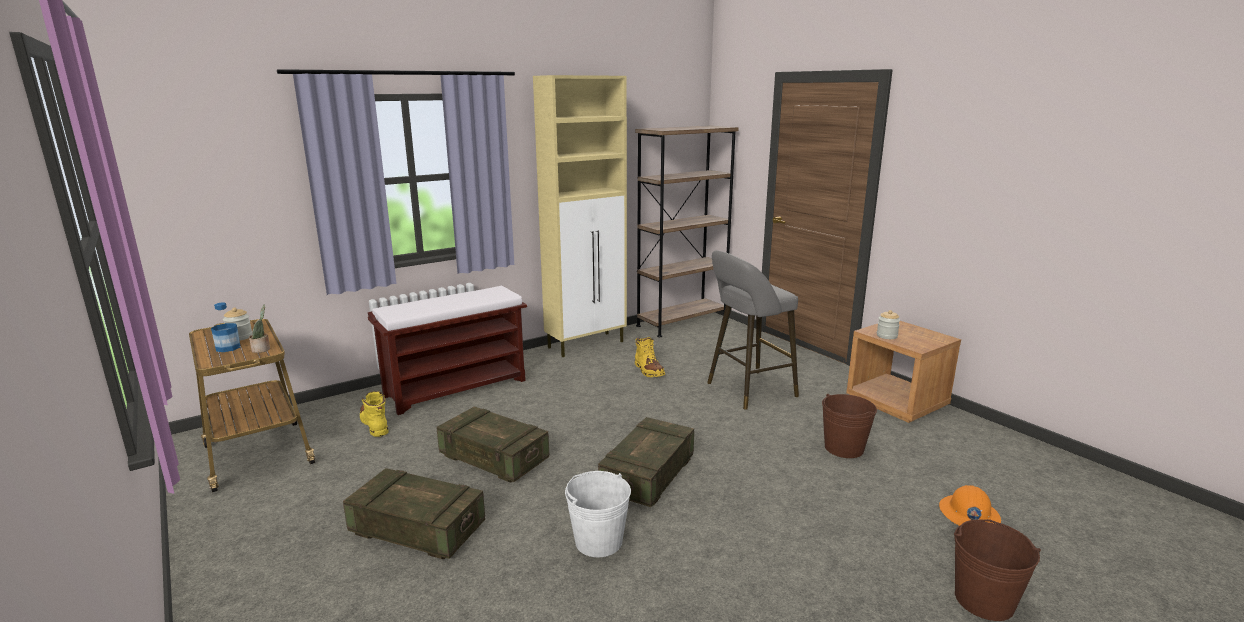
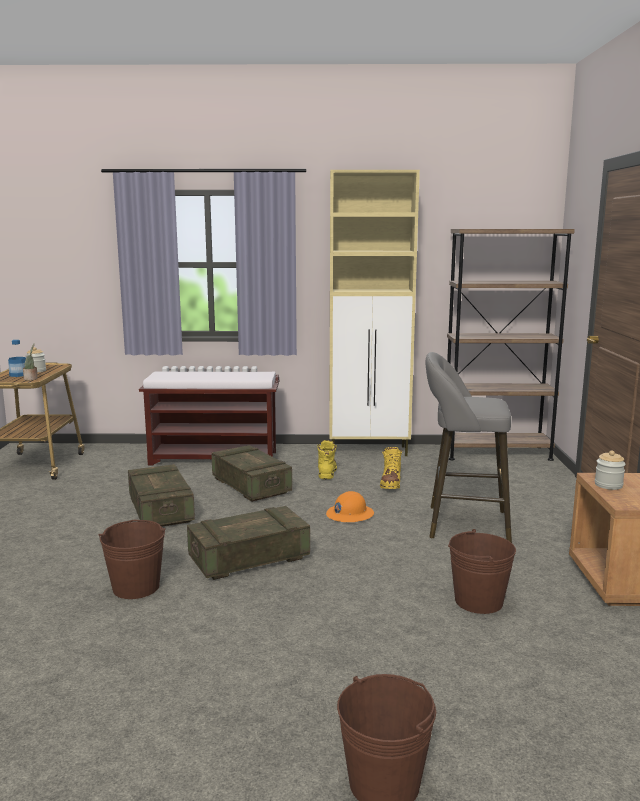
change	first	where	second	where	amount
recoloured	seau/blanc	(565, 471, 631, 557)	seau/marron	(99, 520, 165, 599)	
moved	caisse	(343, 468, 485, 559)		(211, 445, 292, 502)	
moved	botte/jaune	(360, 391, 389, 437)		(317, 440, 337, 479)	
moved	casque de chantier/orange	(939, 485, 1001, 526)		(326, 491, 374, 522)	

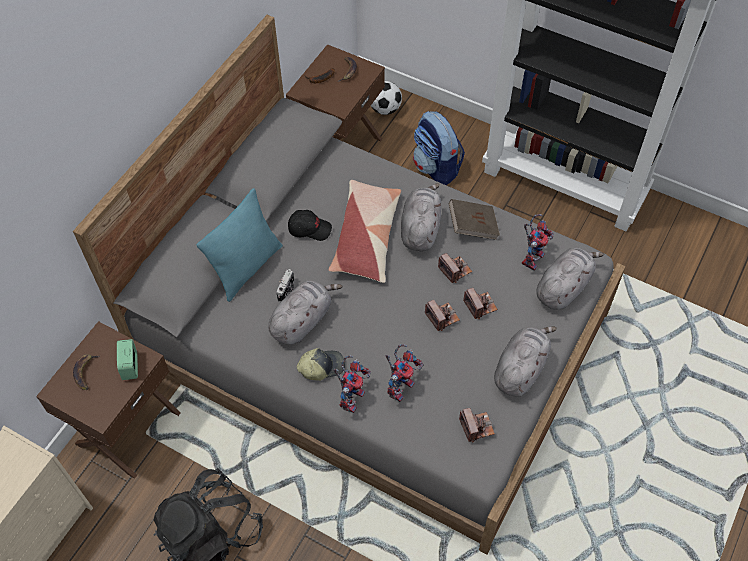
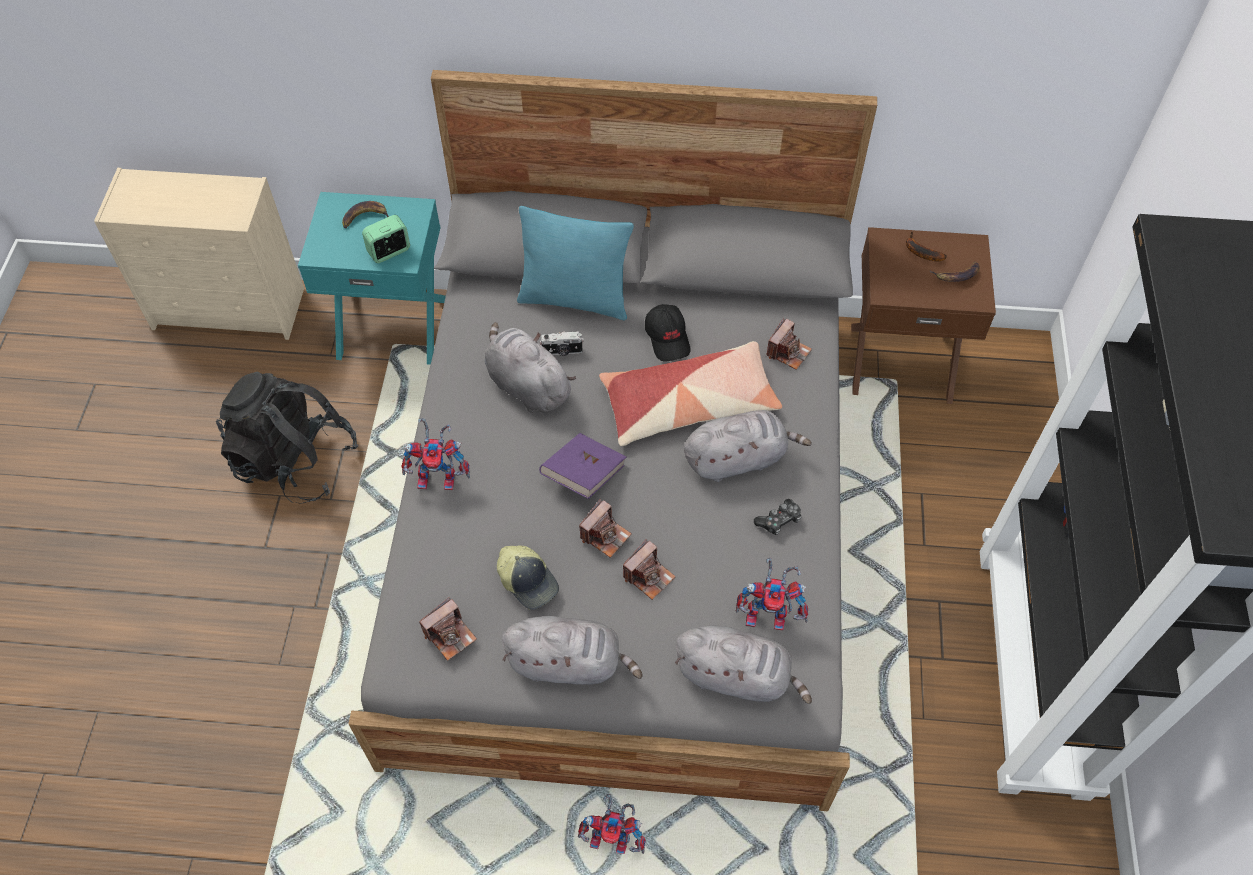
change	first	where	second	where	amount
recoloured	table de chevet/marron	(36, 321, 181, 479)	table de chevet/turquoise	(298, 192, 446, 365)	
turned	peluche/gris	(268, 281, 343, 345)		(485, 322, 576, 413)	150 degrees counterclockwise
moved	casquette	(297, 348, 345, 381)		(497, 545, 559, 610)	
added			livre/violet	(539, 433, 626, 499)	
moved	robot jouet	(386, 344, 424, 402)		(578, 794, 646, 854)	
replaced	livre/marron	(449, 199, 500, 240)	manette	(754, 499, 801, 535)	
moved	appareil photo	(438, 253, 472, 283)		(766, 318, 812, 370)	
removed	ballon de foot	(371, 81, 402, 115)			
removed	sac à dos	(413, 111, 465, 185)			

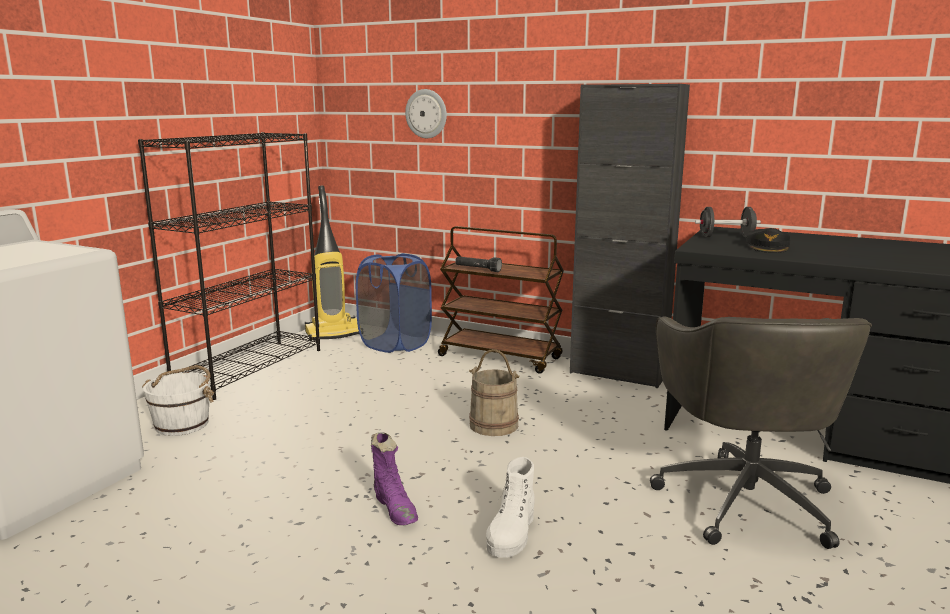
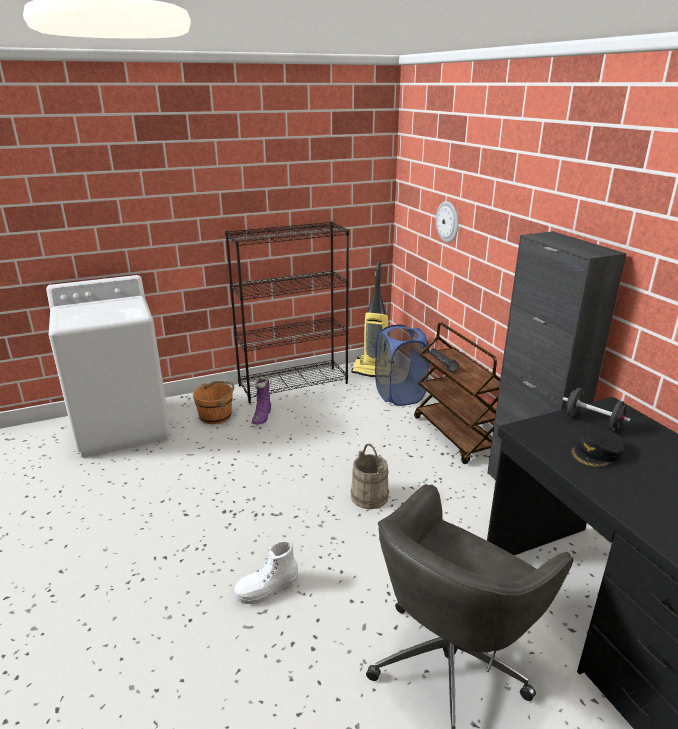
change	first	where	second	where	amount
recoloured	seau/blanc	(142, 365, 214, 436)	seau/orange	(193, 381, 234, 424)	
moved	botte/violet	(371, 432, 418, 525)		(252, 378, 271, 425)	

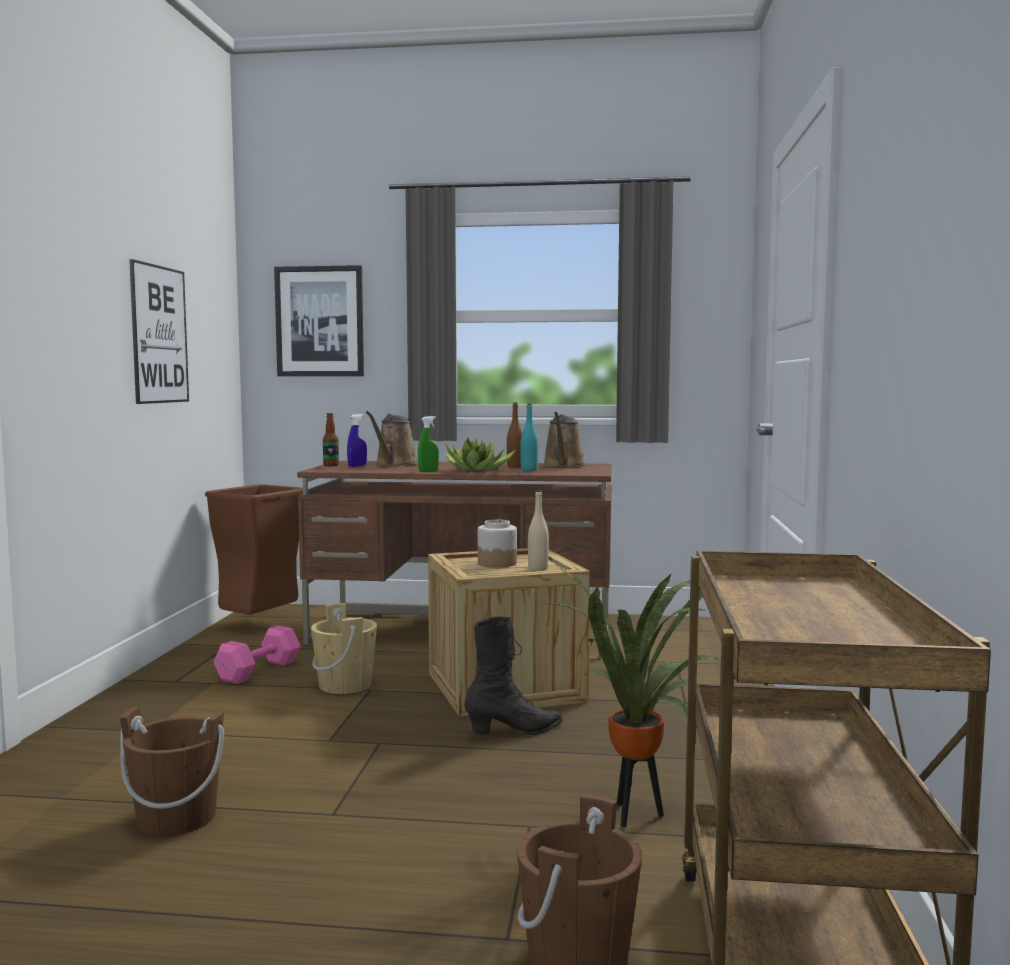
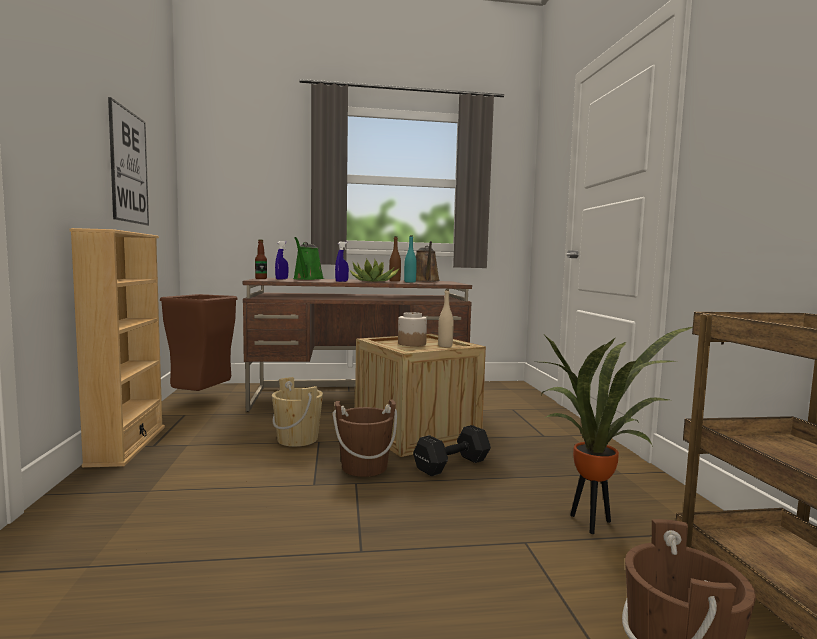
change	first	where	second	where	amount
added			bibliothèque/beige	(70, 228, 165, 468)	
recoloured	arrosoir/marron	(366, 411, 418, 466)	arrosoir/vert	(293, 237, 324, 280)	
moved	seau/marron	(120, 707, 224, 836)		(333, 399, 397, 477)	
recoloured	vaporisateur/vert	(418, 416, 439, 472)	vaporisateur/bleu	(335, 242, 349, 282)	
replaced	botte/noir	(464, 616, 563, 735)	haltère/noir	(413, 425, 491, 476)	
removed	haltère/rose	(214, 626, 301, 684)			
removed	tableau	(274, 265, 364, 376)			

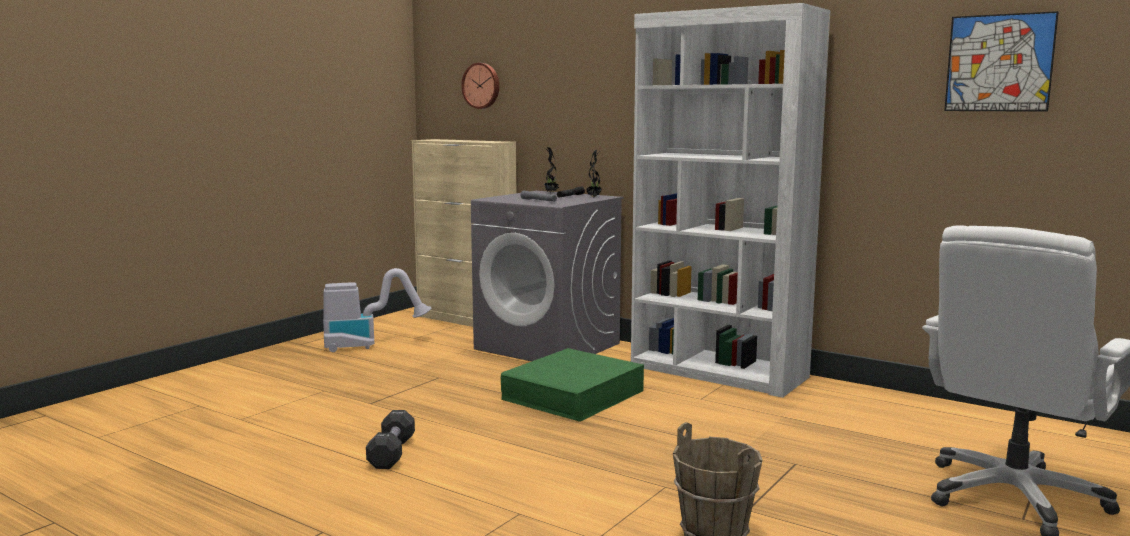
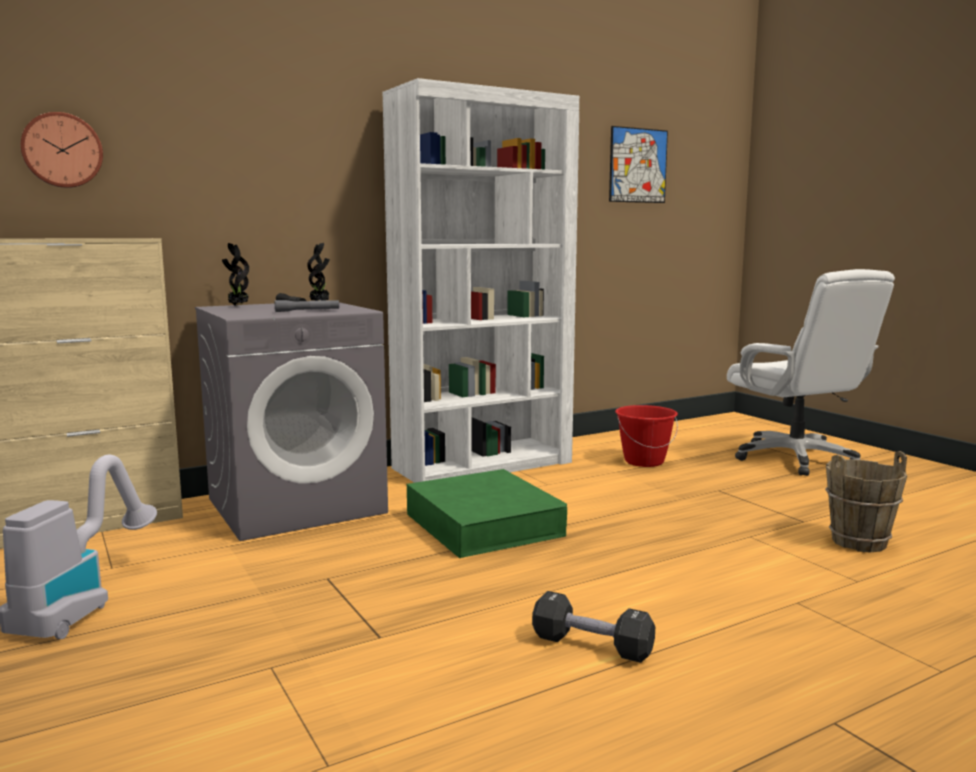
change	first	where	second	where	amount
added			seau/rouge	(615, 405, 678, 467)	

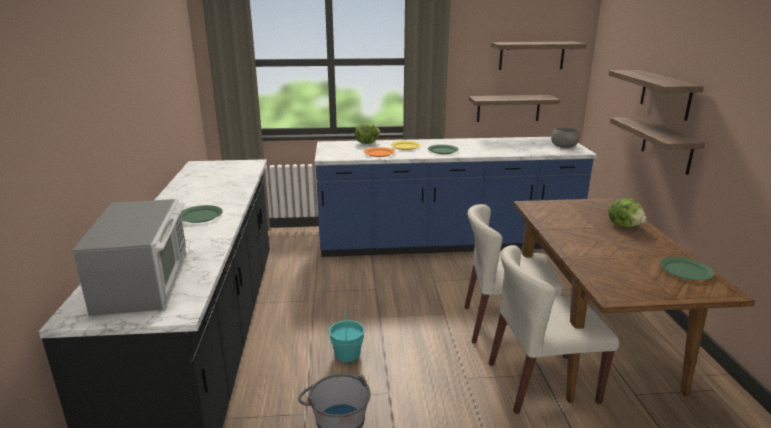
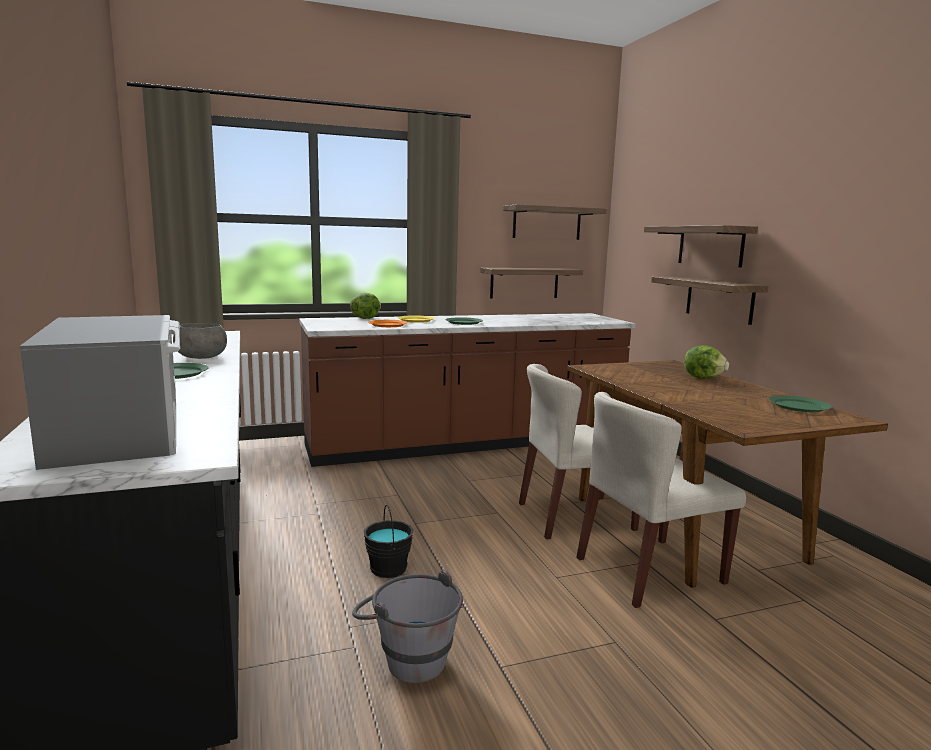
change	first	where	second	where	amount
moved	bol/gris	(551, 128, 580, 148)		(173, 323, 227, 359)	
recoloured	comptoir de cuisine/bleu	(315, 137, 597, 257)	comptoir de cuisine/marron	(299, 313, 636, 467)	
recoloured	seau/turquoise	(329, 311, 365, 362)	seau/noir	(364, 505, 413, 578)	

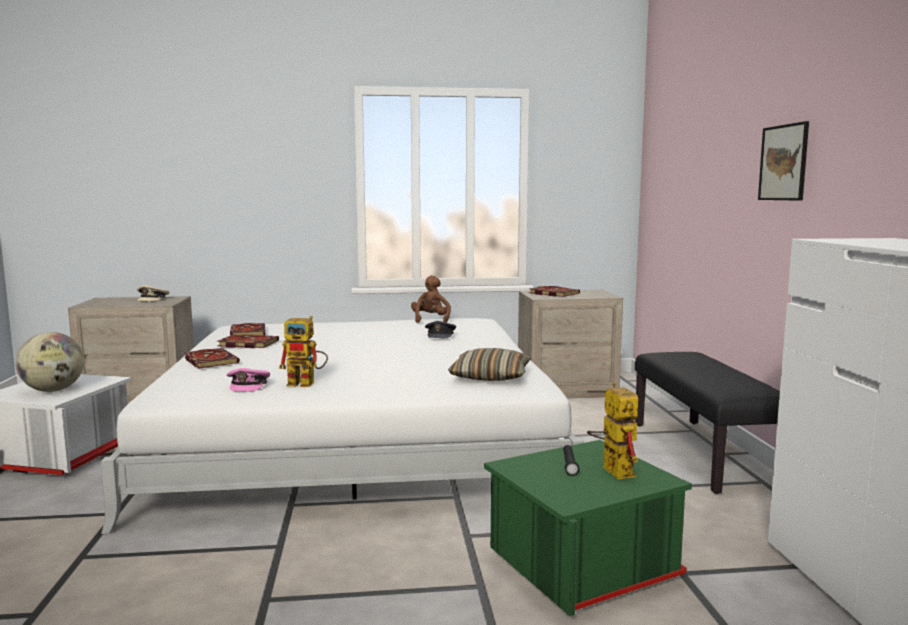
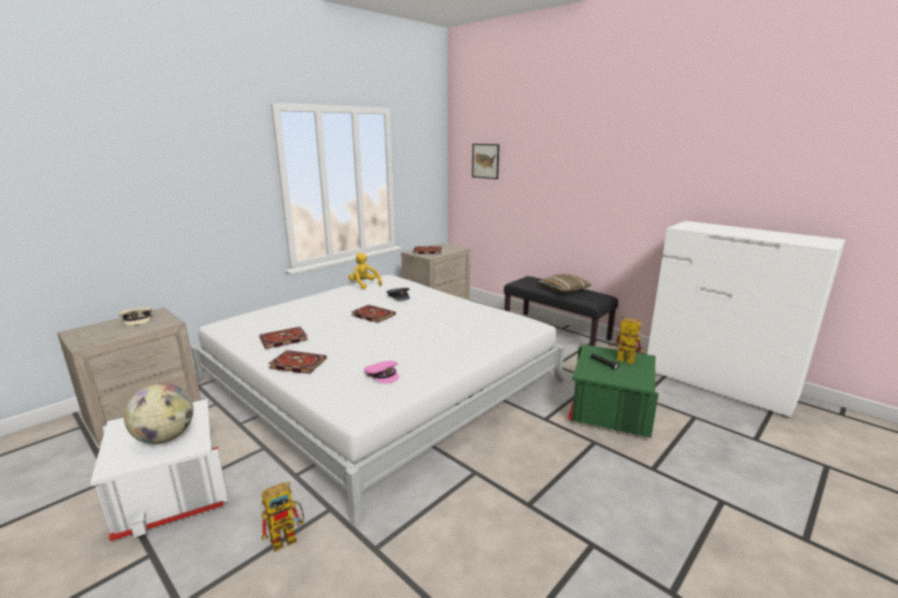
change	first	where	second	where	amount
moved	robot jouet	(279, 316, 328, 387)		(261, 482, 304, 552)	
recoloured	peluche/marron	(411, 275, 451, 323)	peluche/jaune	(348, 253, 382, 290)	
moved	livre	(230, 323, 266, 336)		(351, 305, 396, 323)	
moved	tableau	(758, 121, 809, 201)		(472, 144, 499, 179)	
moved	coussin	(448, 348, 531, 381)		(539, 274, 592, 293)	

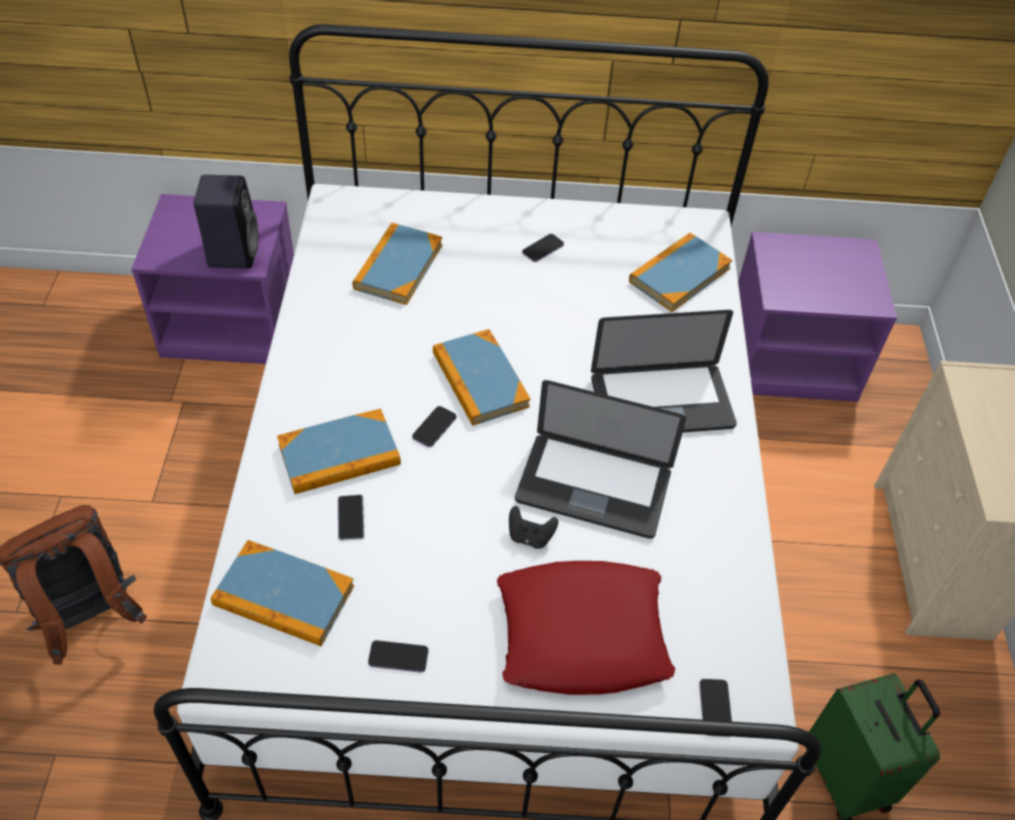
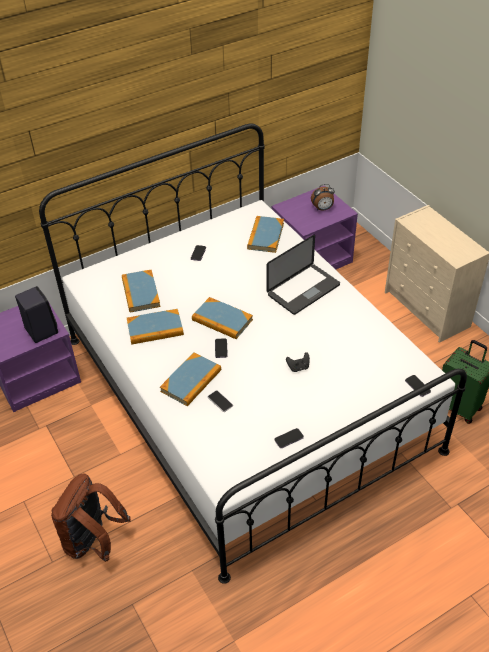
change	first	where	second	where	amount
moved	livre	(211, 540, 354, 646)		(127, 309, 184, 345)	
added			réveil	(311, 184, 335, 211)	
removed	coussin/rouge	(497, 561, 675, 695)			
removed	ordinateur portable	(515, 380, 686, 539)			

